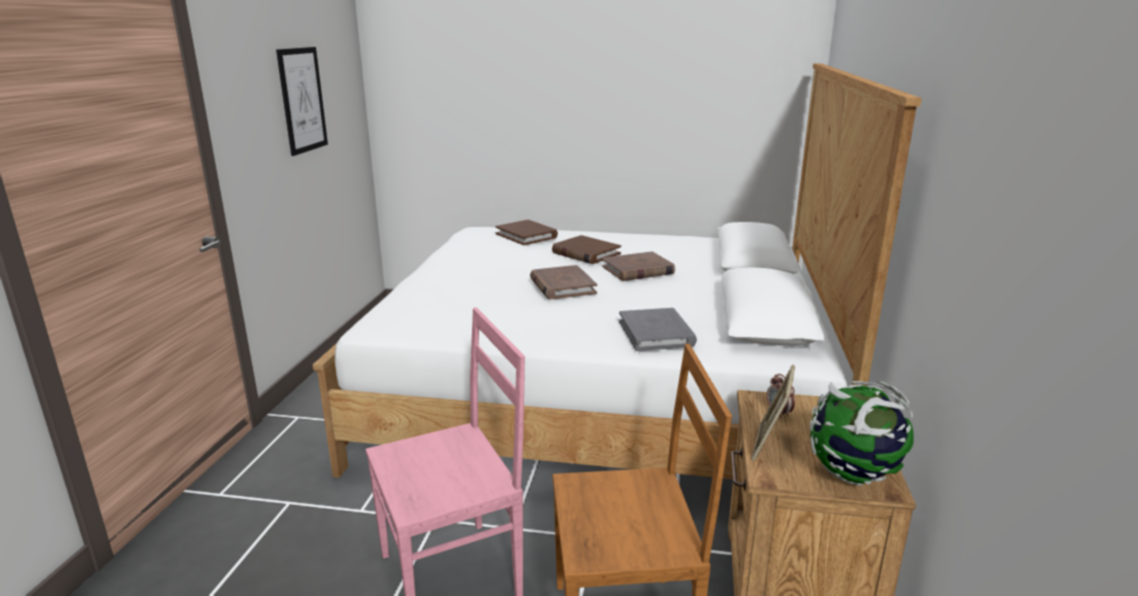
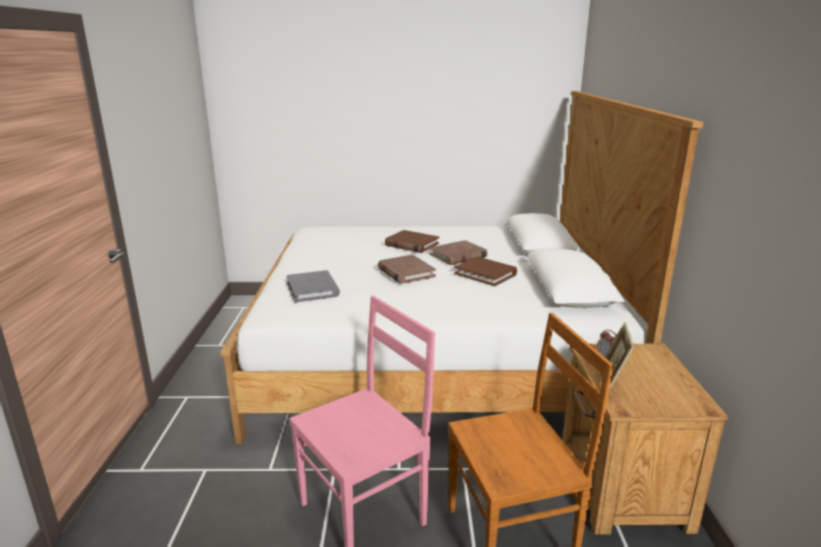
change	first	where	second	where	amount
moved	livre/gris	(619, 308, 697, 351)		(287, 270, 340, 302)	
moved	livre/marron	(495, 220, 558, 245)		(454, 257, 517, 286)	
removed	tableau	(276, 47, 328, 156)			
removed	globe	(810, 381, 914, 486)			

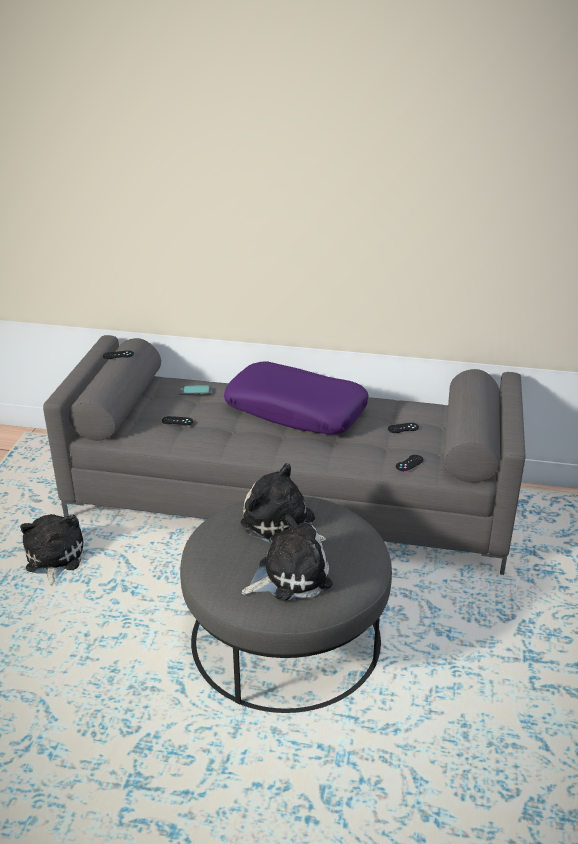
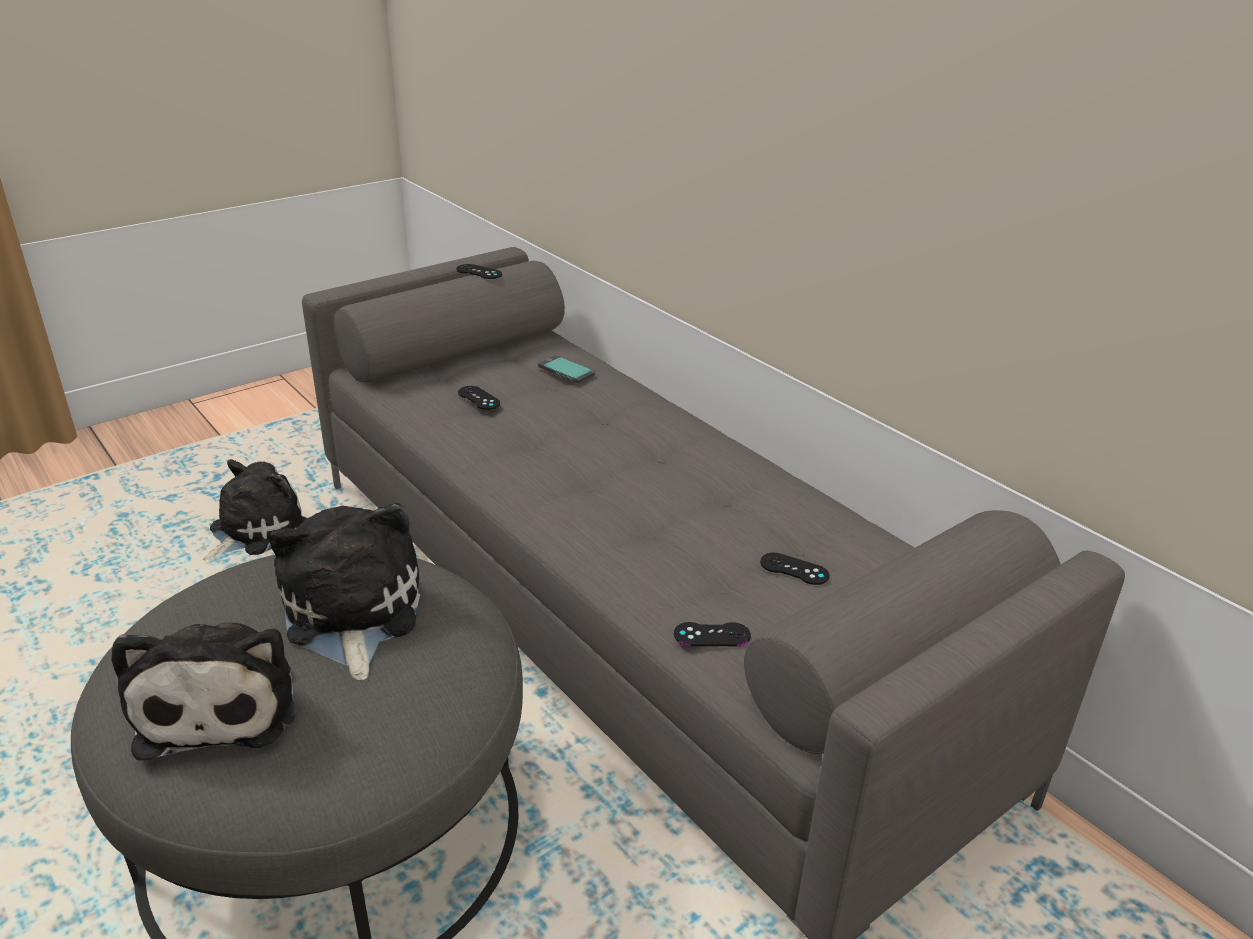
change	first	where	second	where	amount
turned	peluche	(241, 514, 333, 601)		(111, 622, 296, 760)	60 degrees clockwise
removed	coussin/violet	(224, 361, 369, 434)			

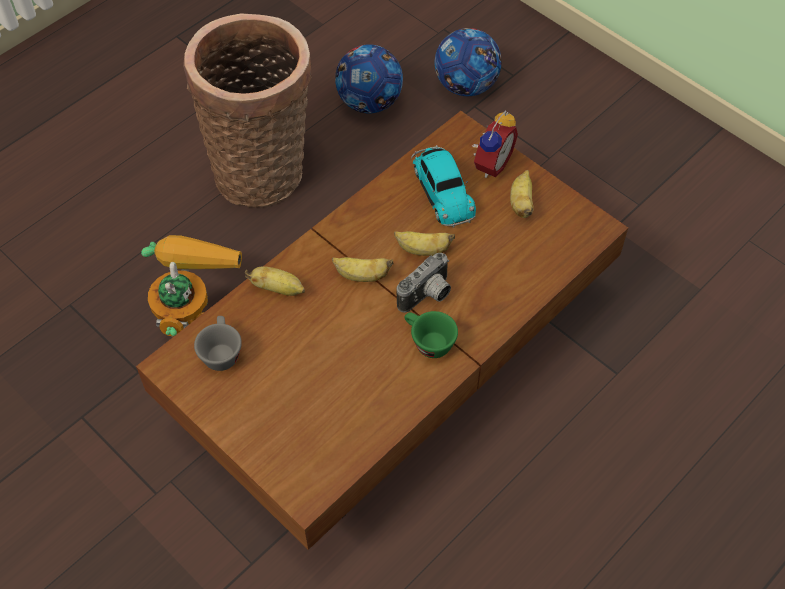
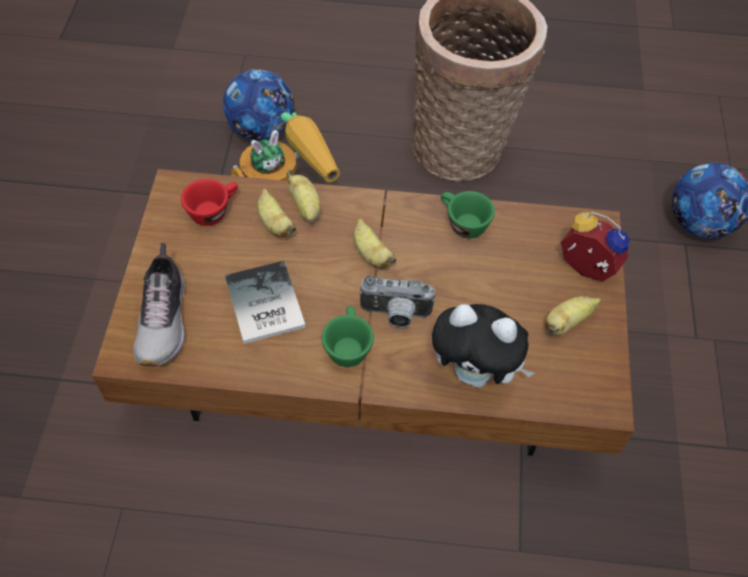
change	first	where	second	where	amount
added			chaussure	(133, 243, 185, 366)	
recoloured	tasse/gris	(194, 316, 242, 371)	tasse/rouge	(181, 179, 238, 226)	
moved	ballon de foot	(335, 44, 403, 113)		(223, 69, 294, 141)	
added			livre	(225, 261, 306, 344)	
moved	banane	(394, 231, 455, 256)		(257, 188, 296, 238)	
added			peluche	(432, 304, 534, 388)	
added			tasse/vert	(441, 191, 495, 238)	
turned	réveil	(471, 111, 518, 178)		(561, 211, 630, 282)	135 degrees counterclockwise
removed	petite voiture	(411, 145, 476, 228)			

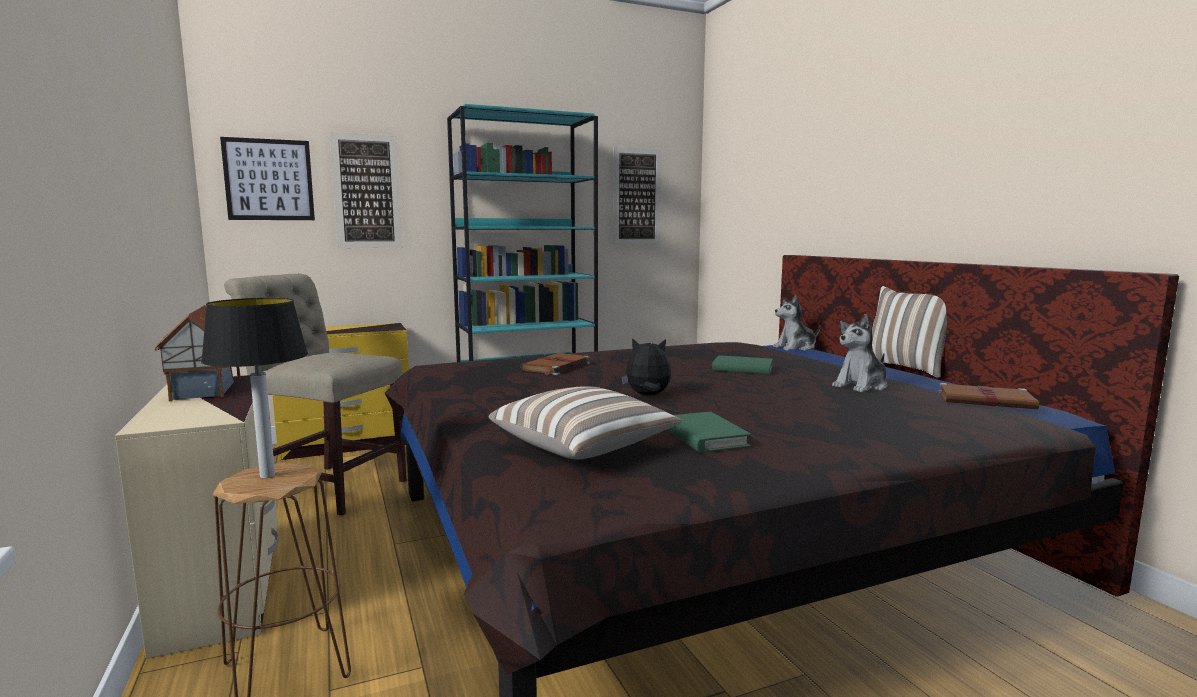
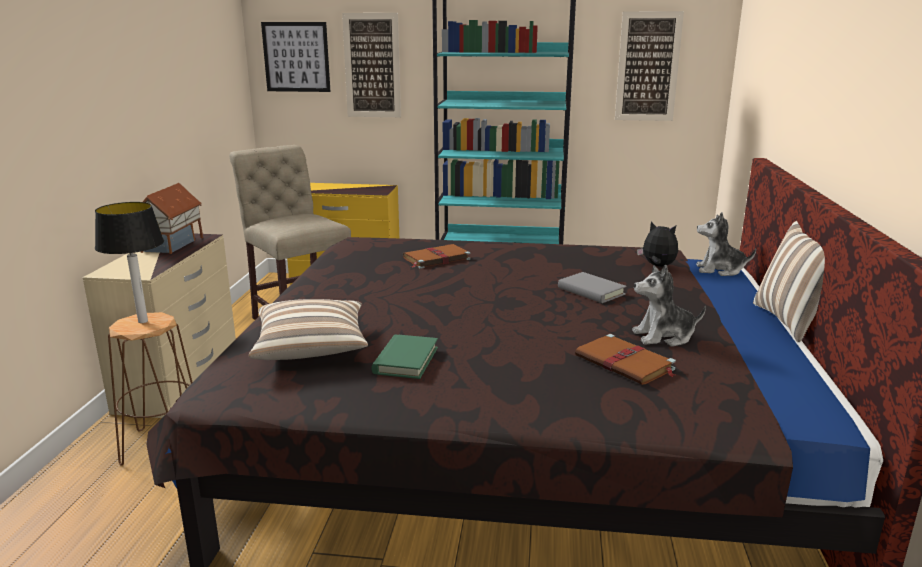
change	first	where	second	where	amount
recoloured	livre/vert	(712, 355, 773, 374)	livre/gris	(558, 272, 626, 303)	
moved	livre/marron	(939, 383, 1039, 409)		(575, 334, 676, 385)	
moved	peluche	(621, 338, 671, 395)		(637, 221, 678, 267)	

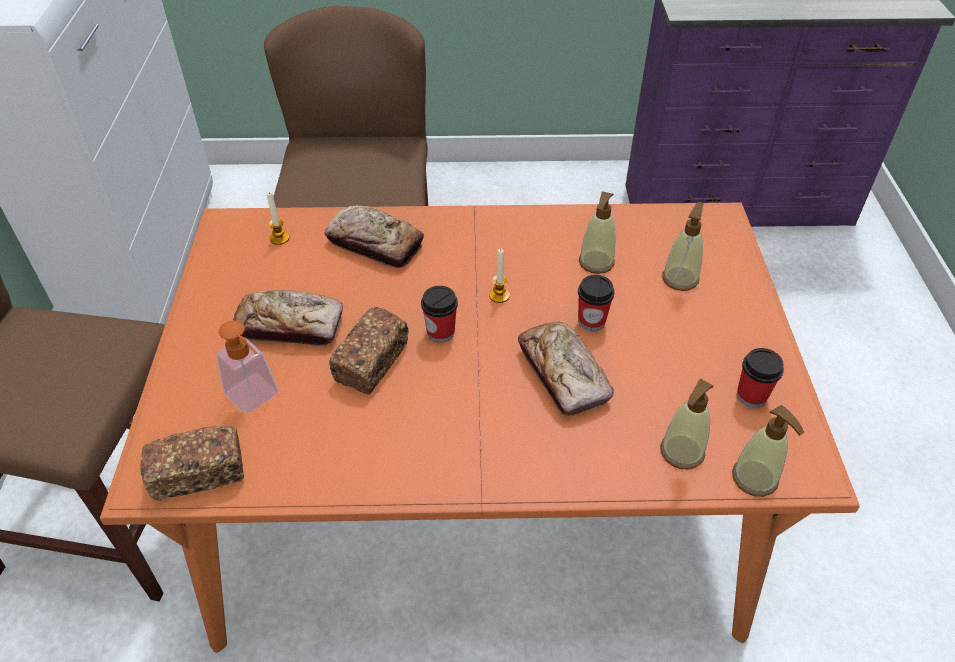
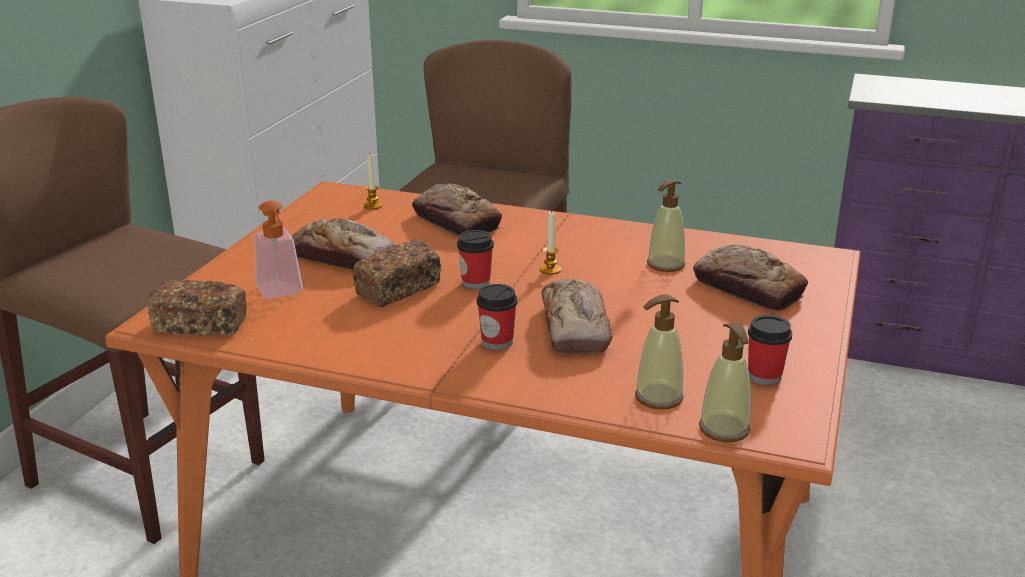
change	first	where	second	where	amount
moved	tasse	(578, 275, 615, 331)		(477, 284, 518, 350)	
replaced	distributeur de savon	(662, 202, 703, 291)	pain	(693, 245, 808, 310)	

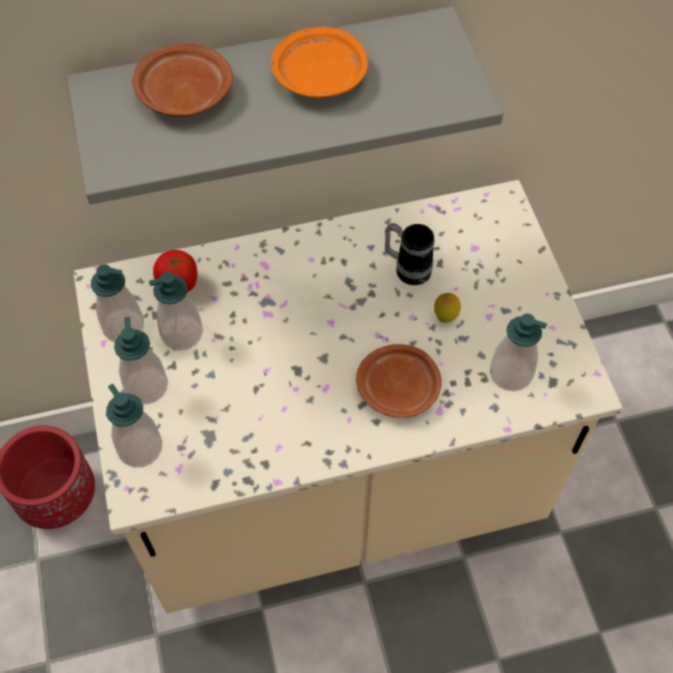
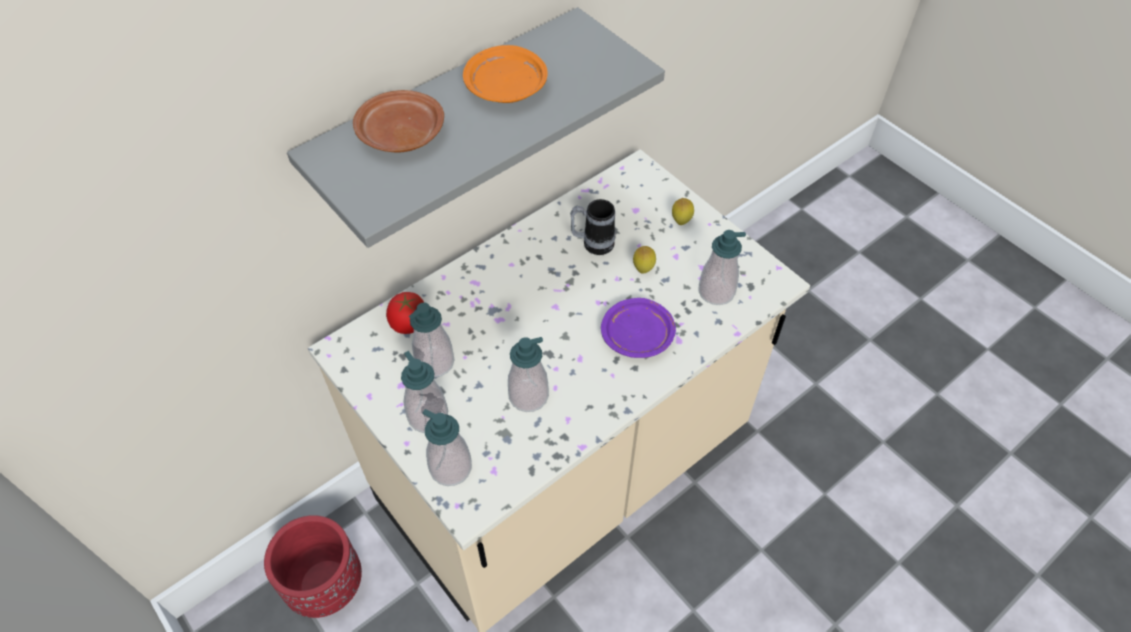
change	first	where	second	where	amount
moved	distributeur de savon	(91, 264, 144, 342)		(508, 337, 549, 412)	
recoloured	assiette/marron	(356, 344, 442, 418)	assiette/violet	(601, 298, 676, 358)	
added			citron	(672, 198, 694, 225)	

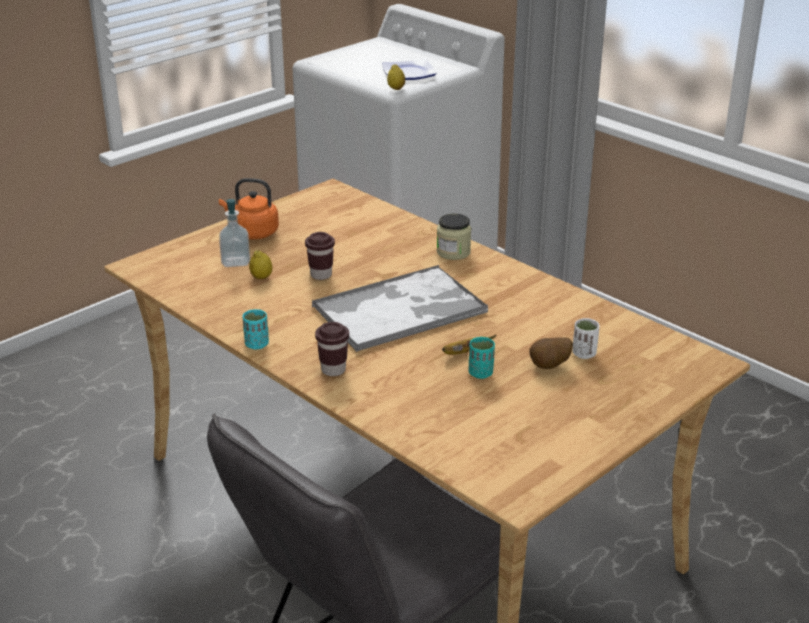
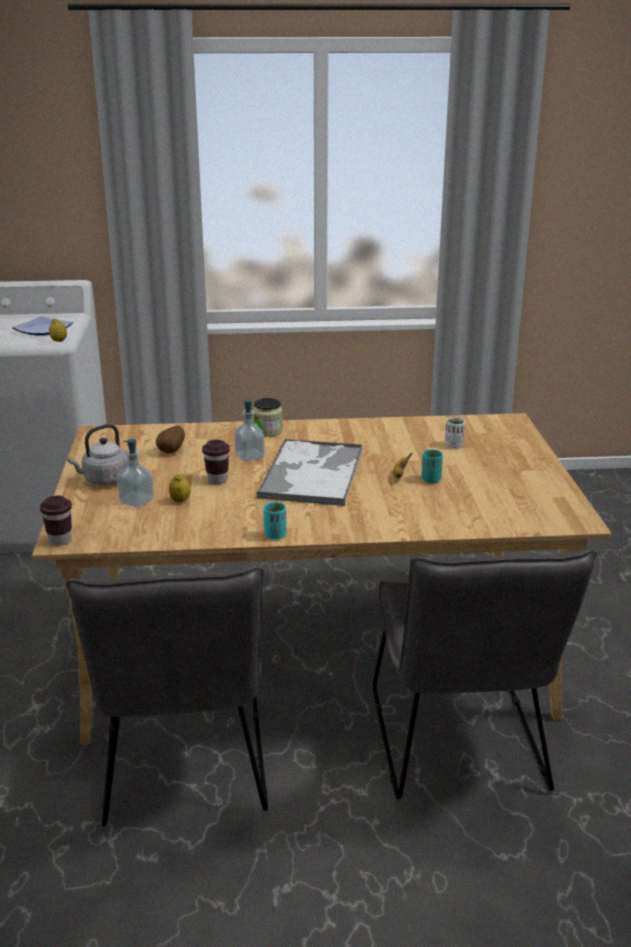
change	first	where	second	where	amount
moved	tasse/marron	(315, 322, 349, 376)		(40, 496, 72, 546)	
added			chaise/gris	(66, 566, 268, 827)	
recoloured	bouilloire/orange	(219, 178, 279, 240)	bouilloire/gris	(68, 424, 128, 485)	
moved	pomme de terre	(529, 337, 573, 369)		(156, 426, 185, 453)	
added			distributeur de savon	(234, 399, 265, 462)	

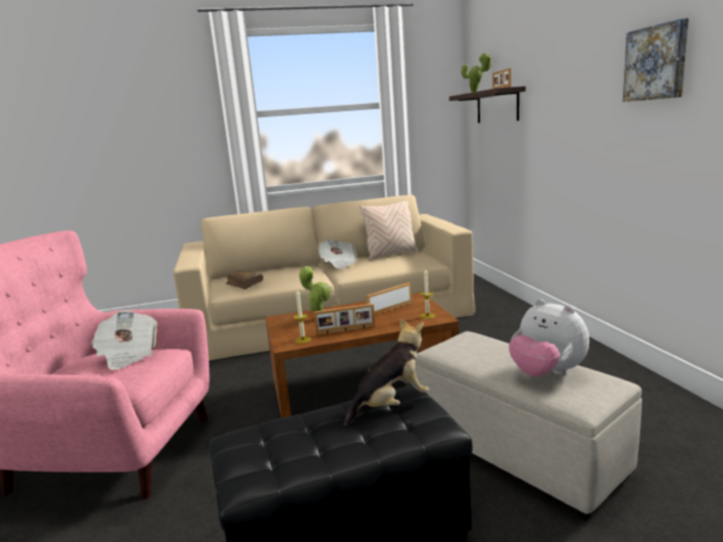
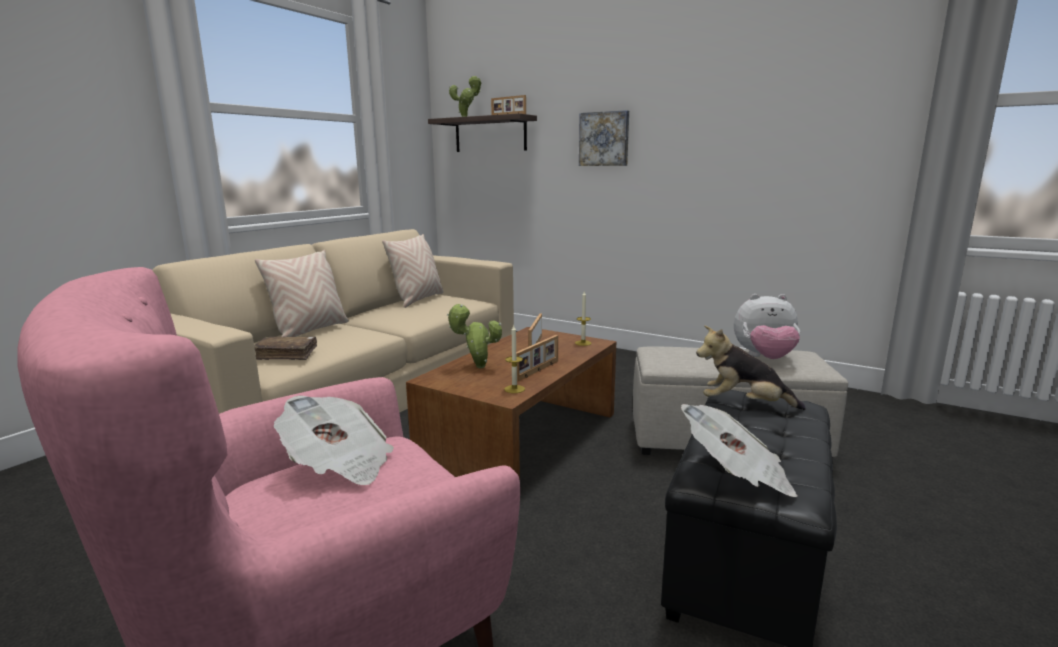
change	first	where	second	where	amount
added			coussin/beige	(255, 250, 349, 337)	
moved	tableau	(623, 18, 689, 102)		(579, 110, 629, 166)	
moved	journal	(318, 239, 358, 269)		(681, 404, 798, 497)	
turned	peluche	(344, 319, 429, 426)		(696, 325, 806, 410)	90 degrees counterclockwise

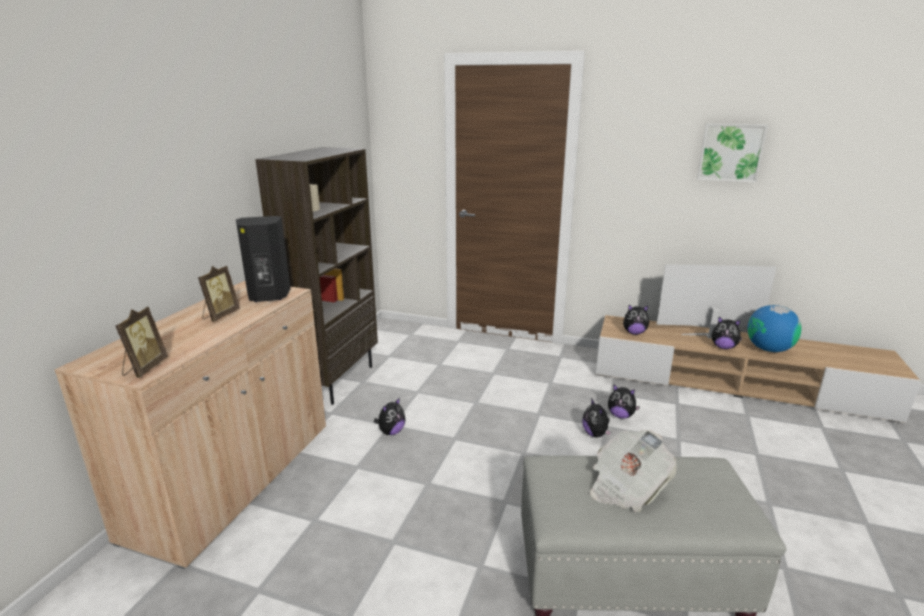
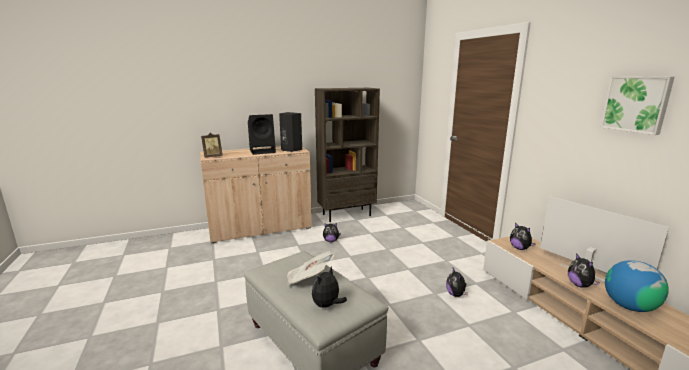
change	first	where	second	where	amount
replaced	cadre photo	(198, 266, 240, 322)	enceinte/noir	(248, 114, 276, 155)	
moved	peluche	(582, 398, 611, 437)		(312, 267, 347, 308)	

